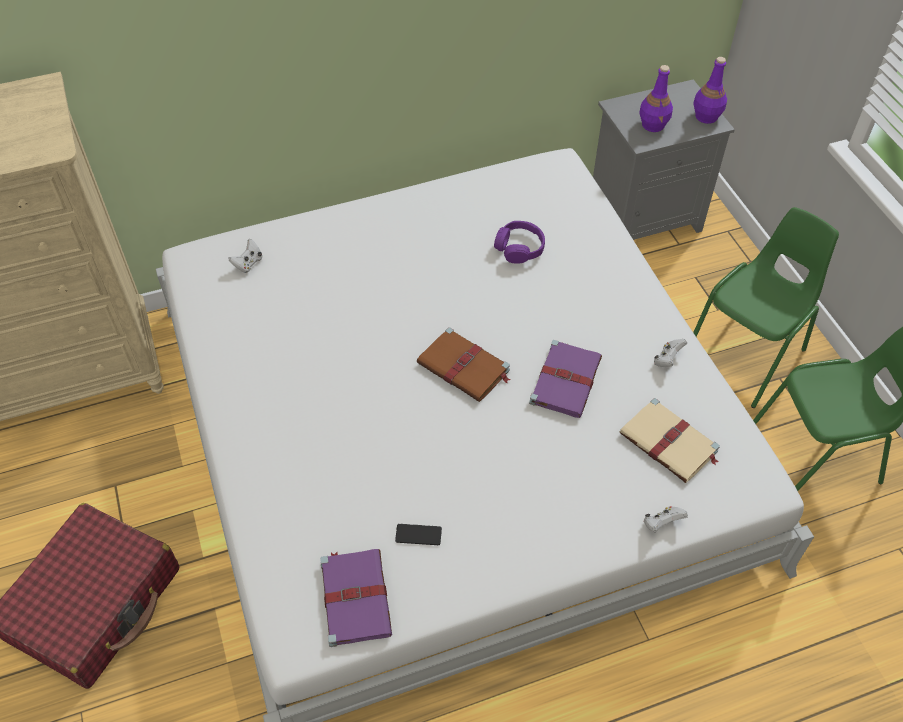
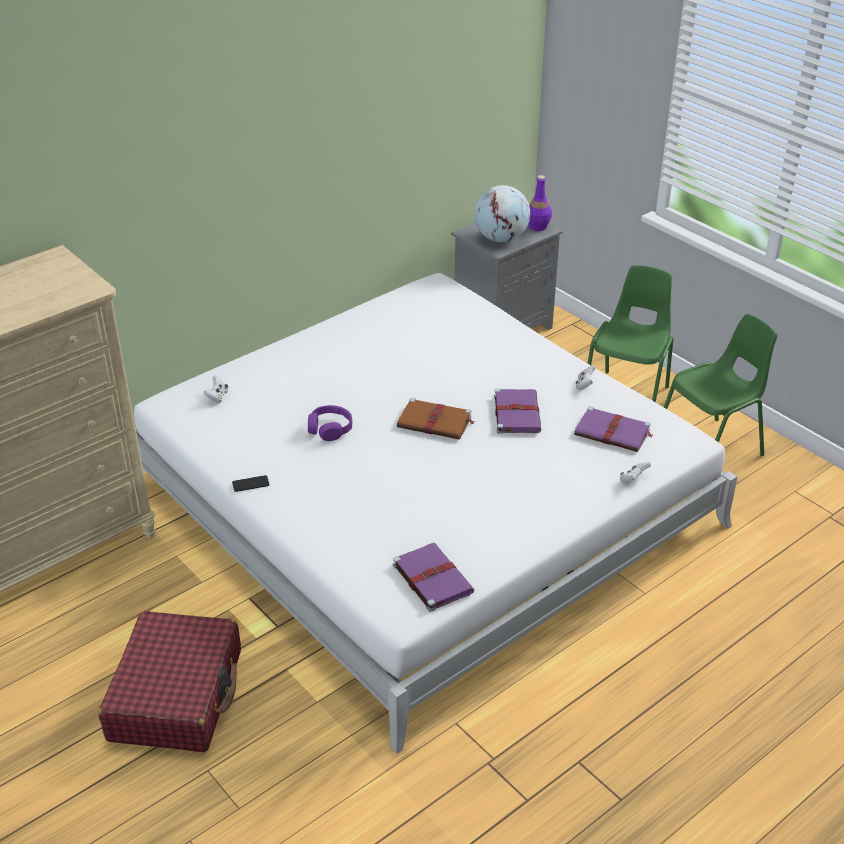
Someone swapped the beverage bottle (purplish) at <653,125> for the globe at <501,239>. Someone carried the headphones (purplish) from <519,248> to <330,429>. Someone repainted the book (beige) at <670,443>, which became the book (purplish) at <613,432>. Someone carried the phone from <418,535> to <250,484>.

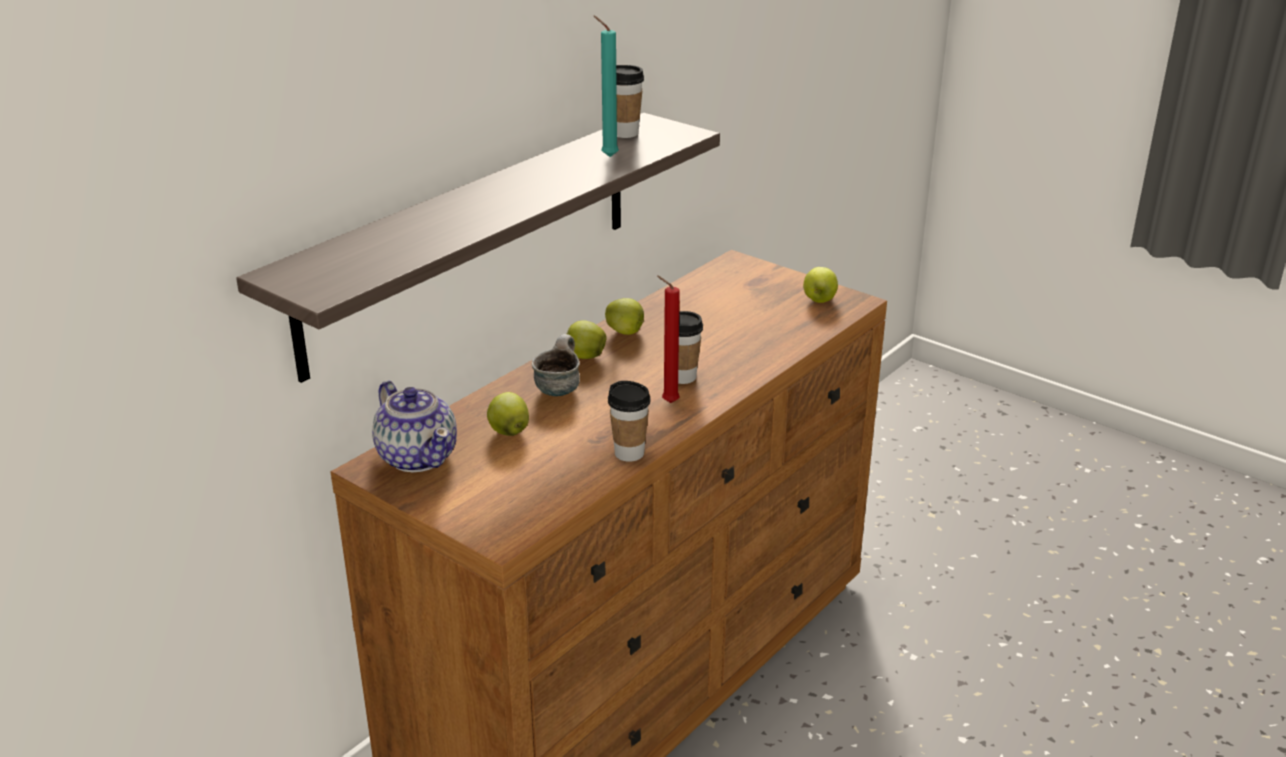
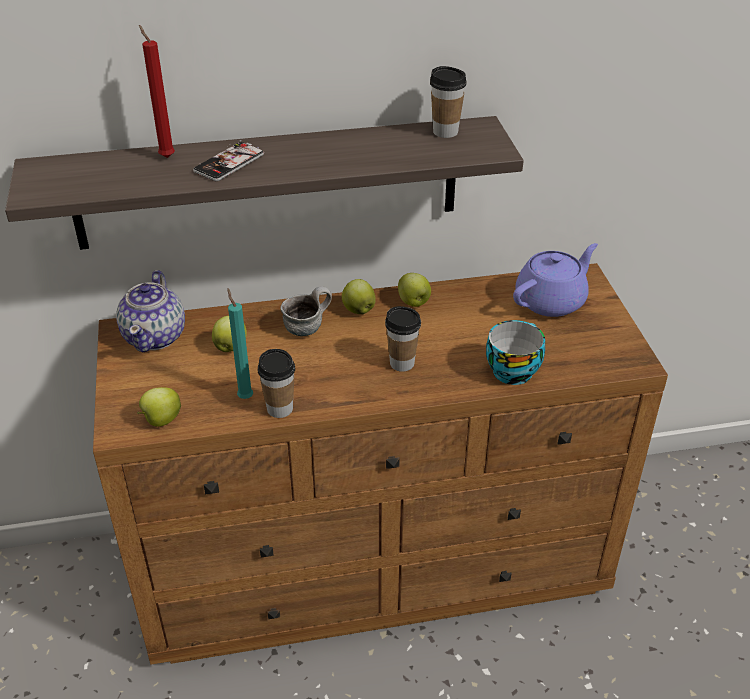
Someone carried the candle (turquoise-coloured) from <607,156> to <244,396>. Someone carried the apple fruit from <819,300> to <161,420>. Someone carried the candle (reddish) from <667,402> to <166,156>. Someone put down the phone at <229,163>. Someone put down the tea pot (purplish) at <551,301>. Someone put down the cup at <512,369>.

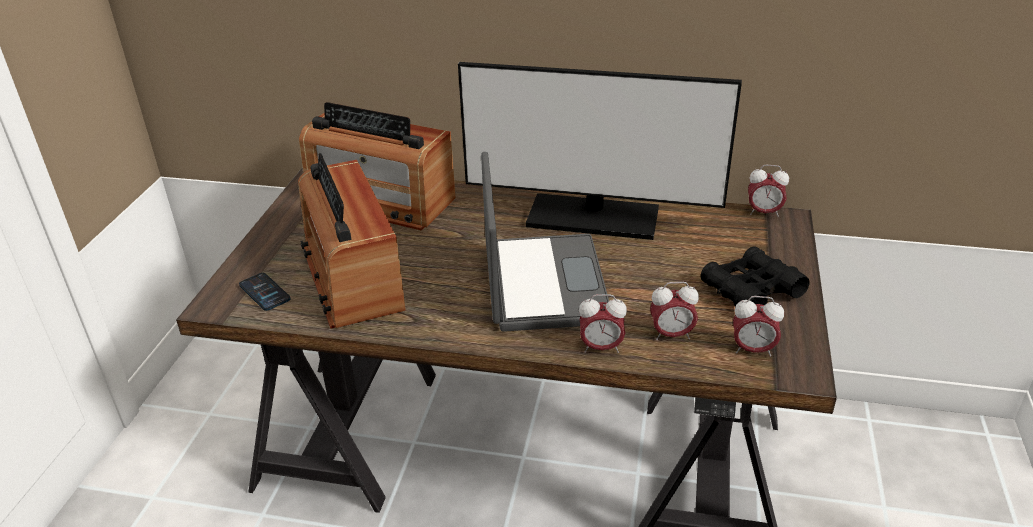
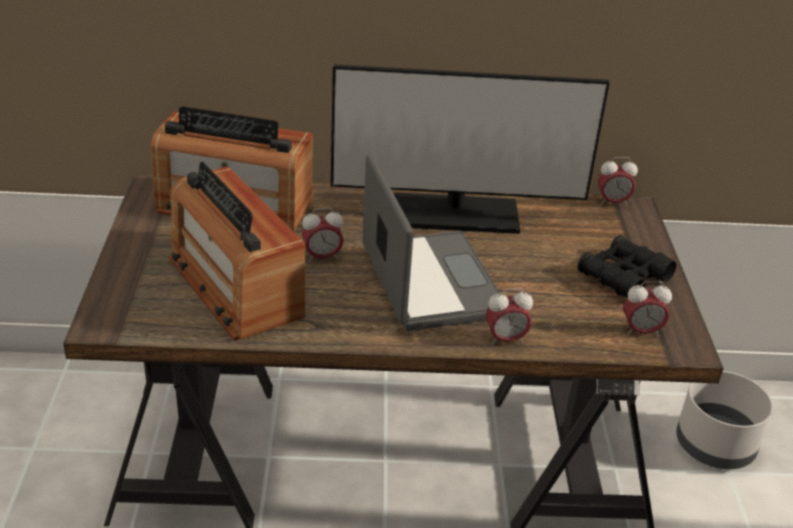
Someone took away the phone at <264,292>. Someone carried the alarm clock from <671,335> to <322,257>. Someone put down the flower pot (grey) at <715,445>.

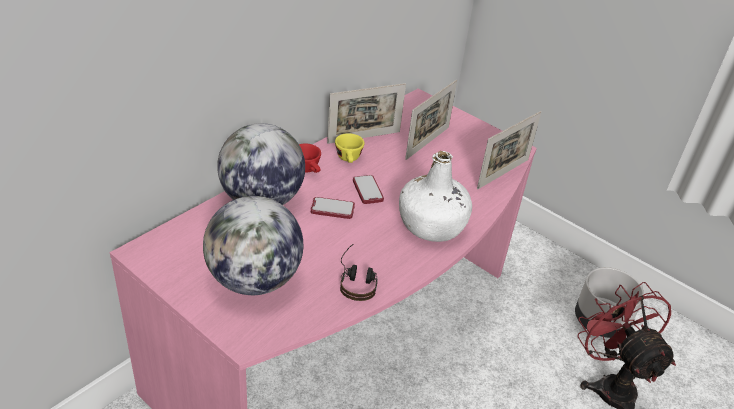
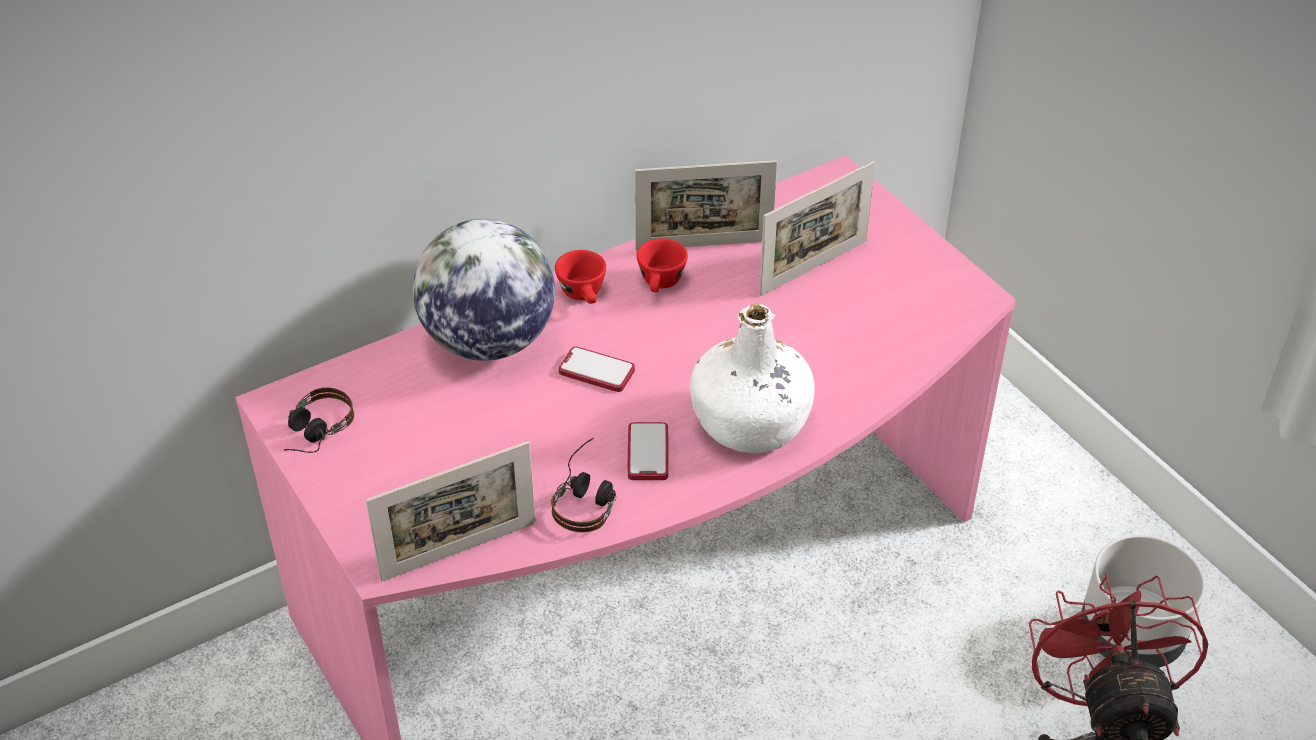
Someone carried the standing frame from <503,174> to <459,551>. Someone repainted the cup (yellow-coloured) at <349,159>, which became the cup (reddish) at <661,284>. Someone carried the phone from <367,190> to <648,453>. Someone took away the globe at <254,280>. Someone put down the headphones at <313,434>.

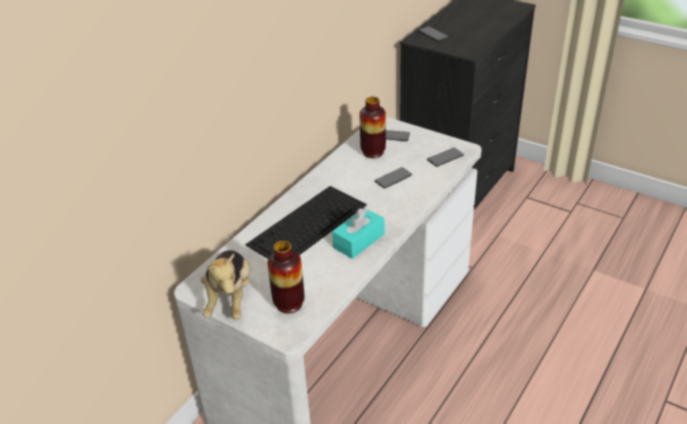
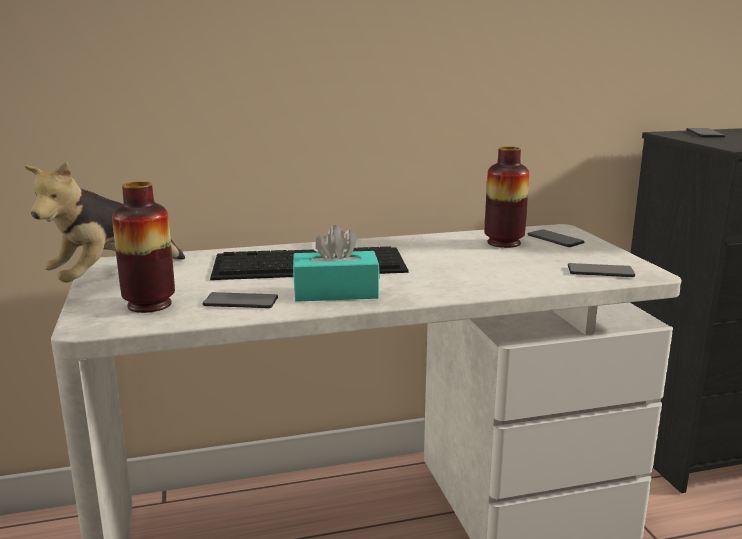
Someone carried the phone from <393,178> to <241,302>.

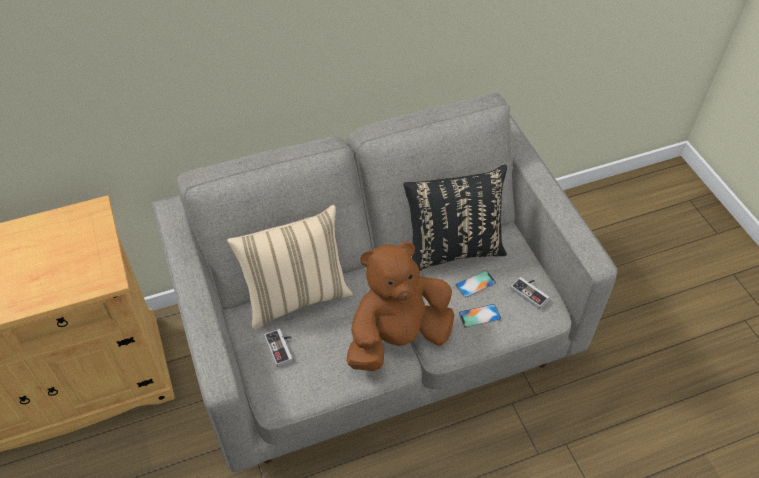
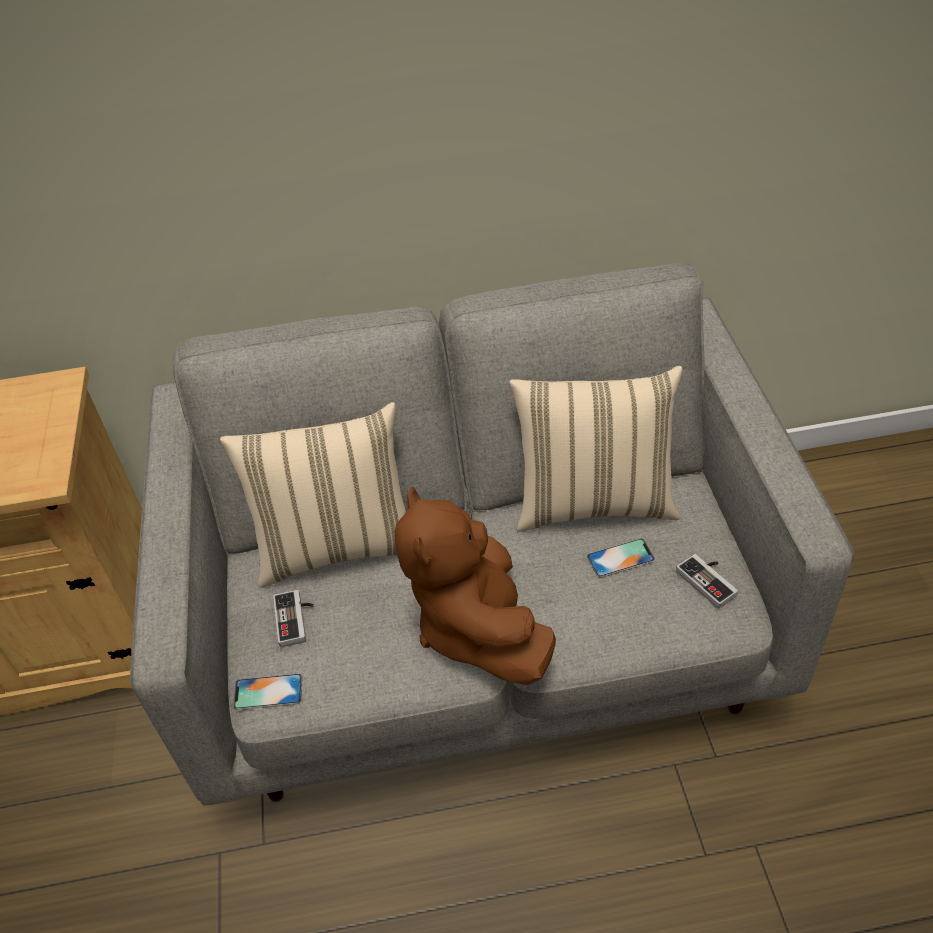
Someone repainted the cushion (black-coloured) at <452,249>, which became the cushion (beige) at <594,502>. Someone rotated the plush toy (brownish) at <397,338> by 90 degrees counterclockwise. Someone carried the phone from <479,316> to <268,692>.

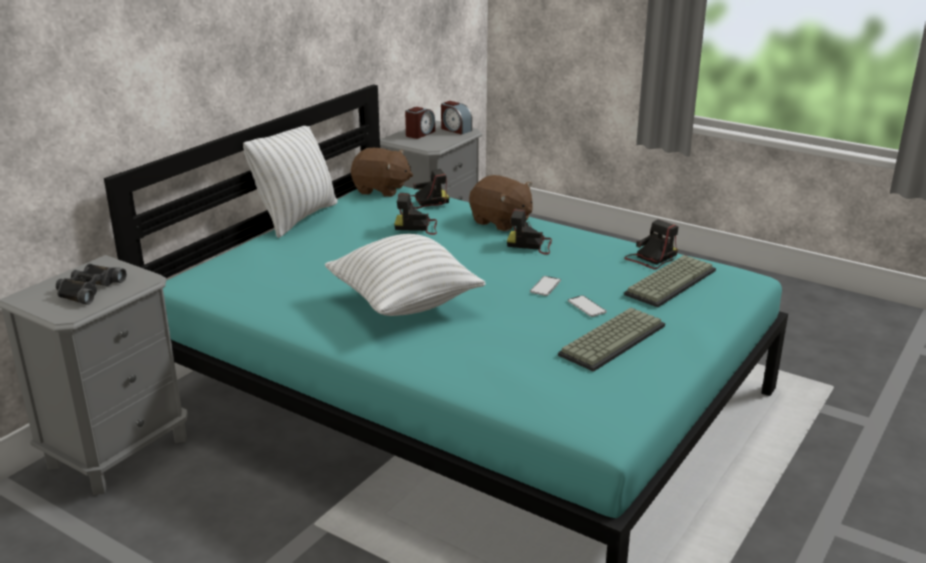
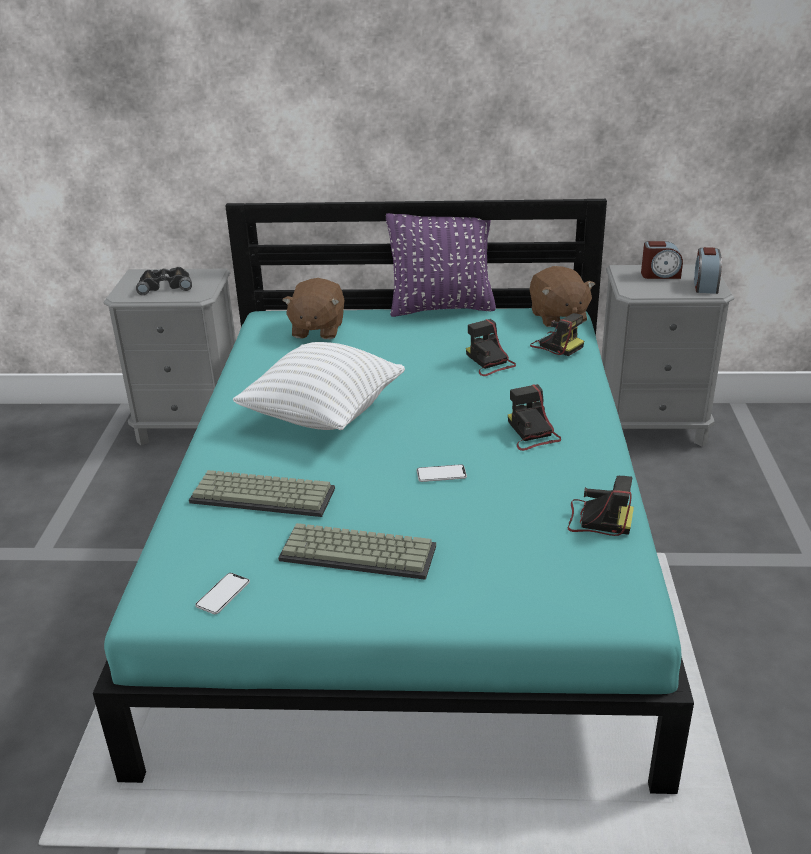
Someone repainted the cushion (white-coloured) at <297,218>, which became the cushion (purplish) at <441,308>. Someone carried the plush toy (brownish) from <501,222> to <317,330>. Someone carried the keyboard from <669,281> to <265,494>. Someone carried the phone from <586,307> to <223,594>.

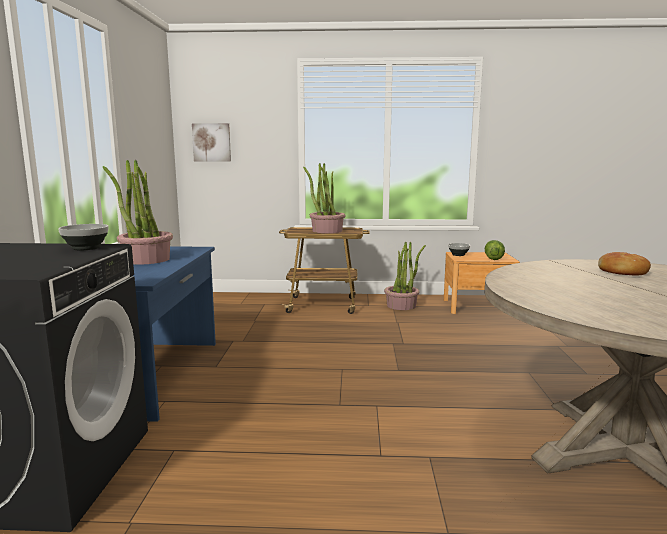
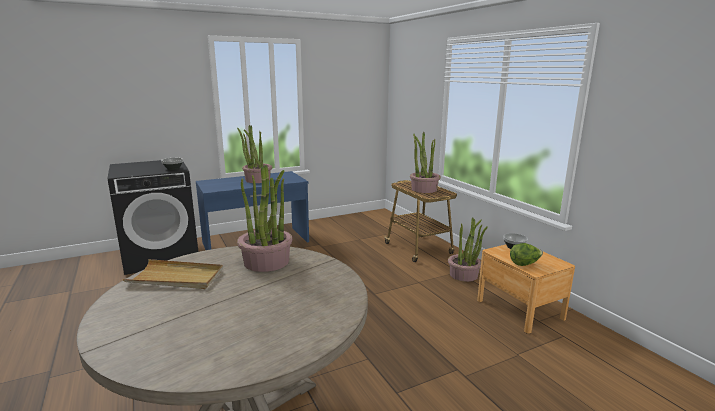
Someone took away the picture at <211,142>. Someone took away the baked bread at <622,272>. Someone put down the houseplant at <266,262>. Someone put down the tray (beige) at <176,277>.

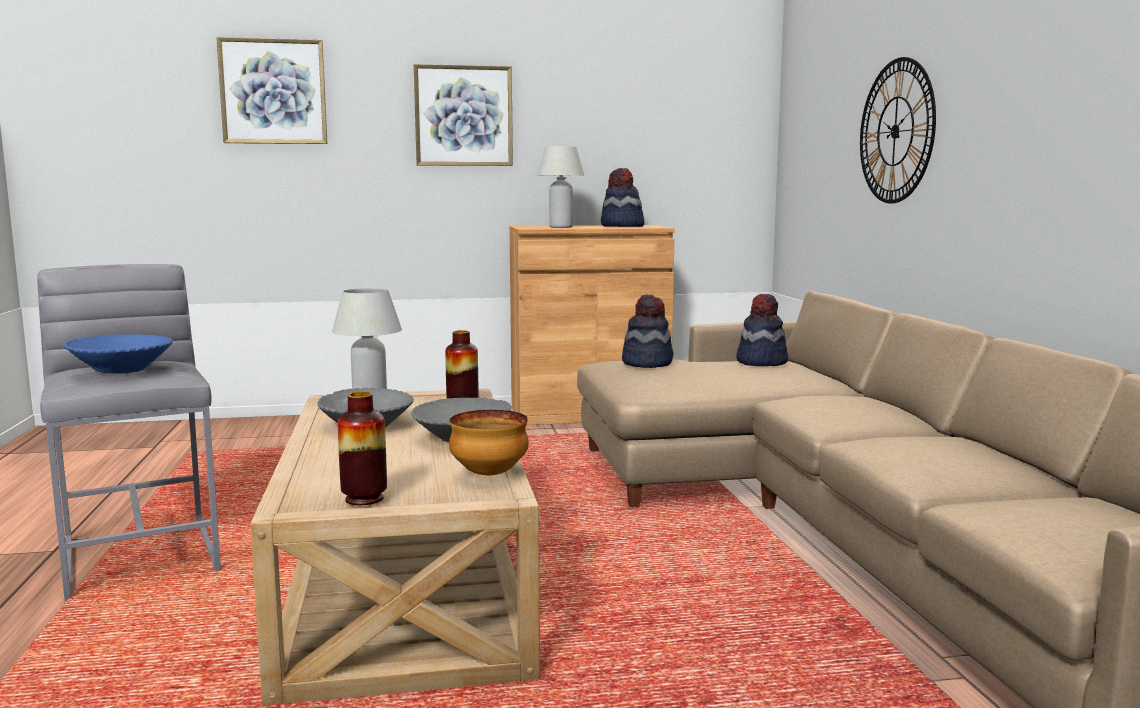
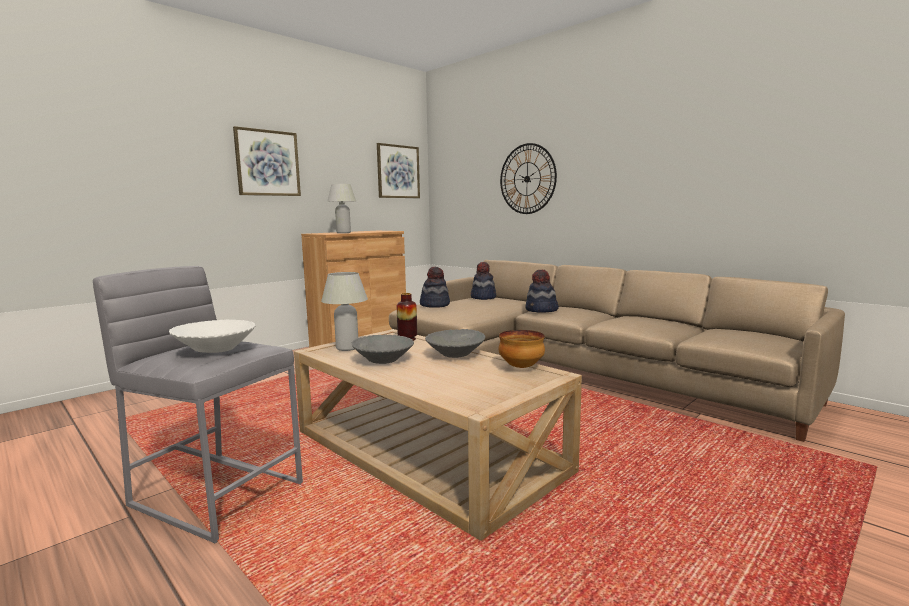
Someone carried the picture from <273,92> to <398,171>. Someone carried the hat from <622,226> to <541,310>. Someone repainted the bowl (bluish) at <122,370>, which became the bowl (white-coloured) at <216,349>. Someone took away the vase at <364,499>.

